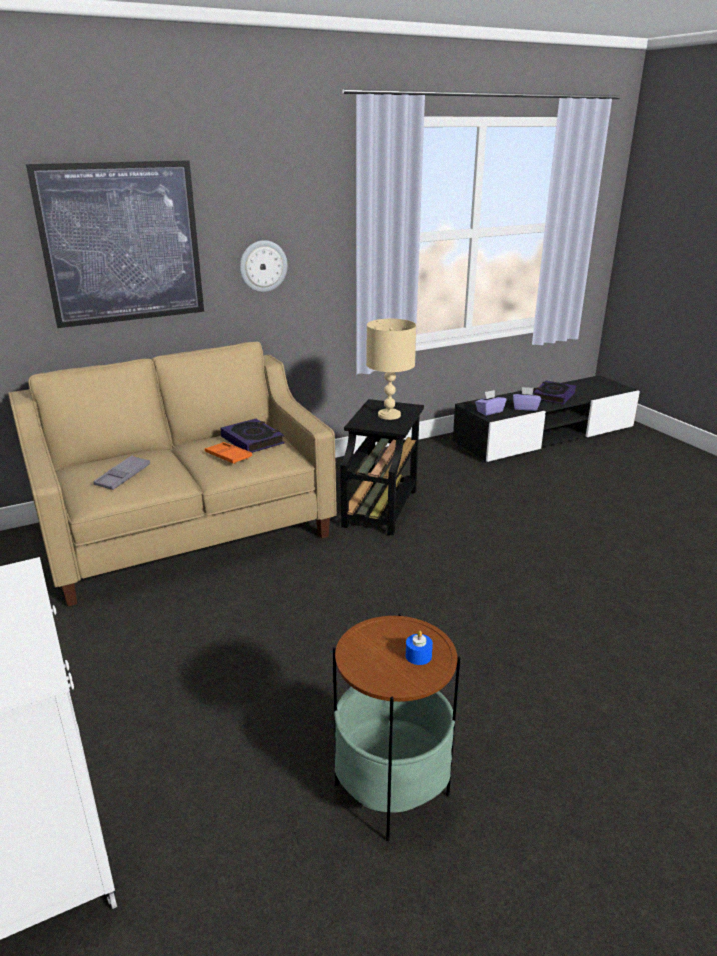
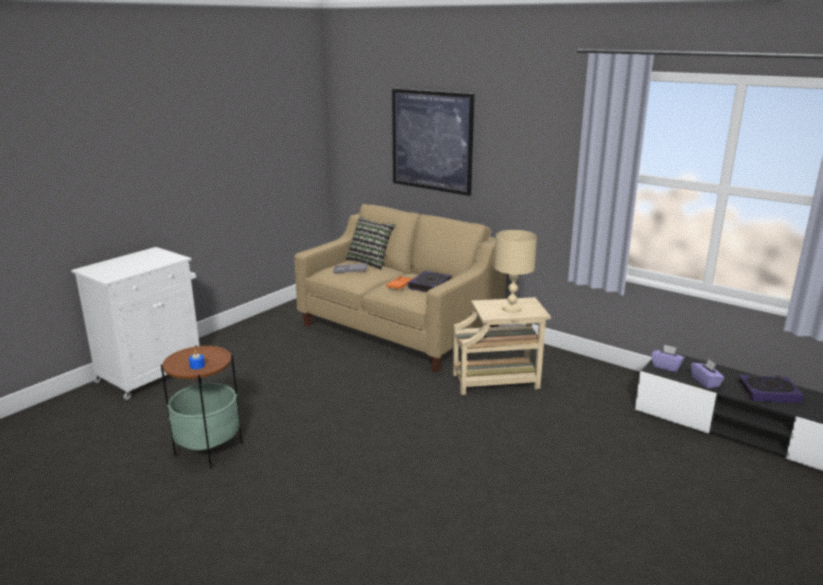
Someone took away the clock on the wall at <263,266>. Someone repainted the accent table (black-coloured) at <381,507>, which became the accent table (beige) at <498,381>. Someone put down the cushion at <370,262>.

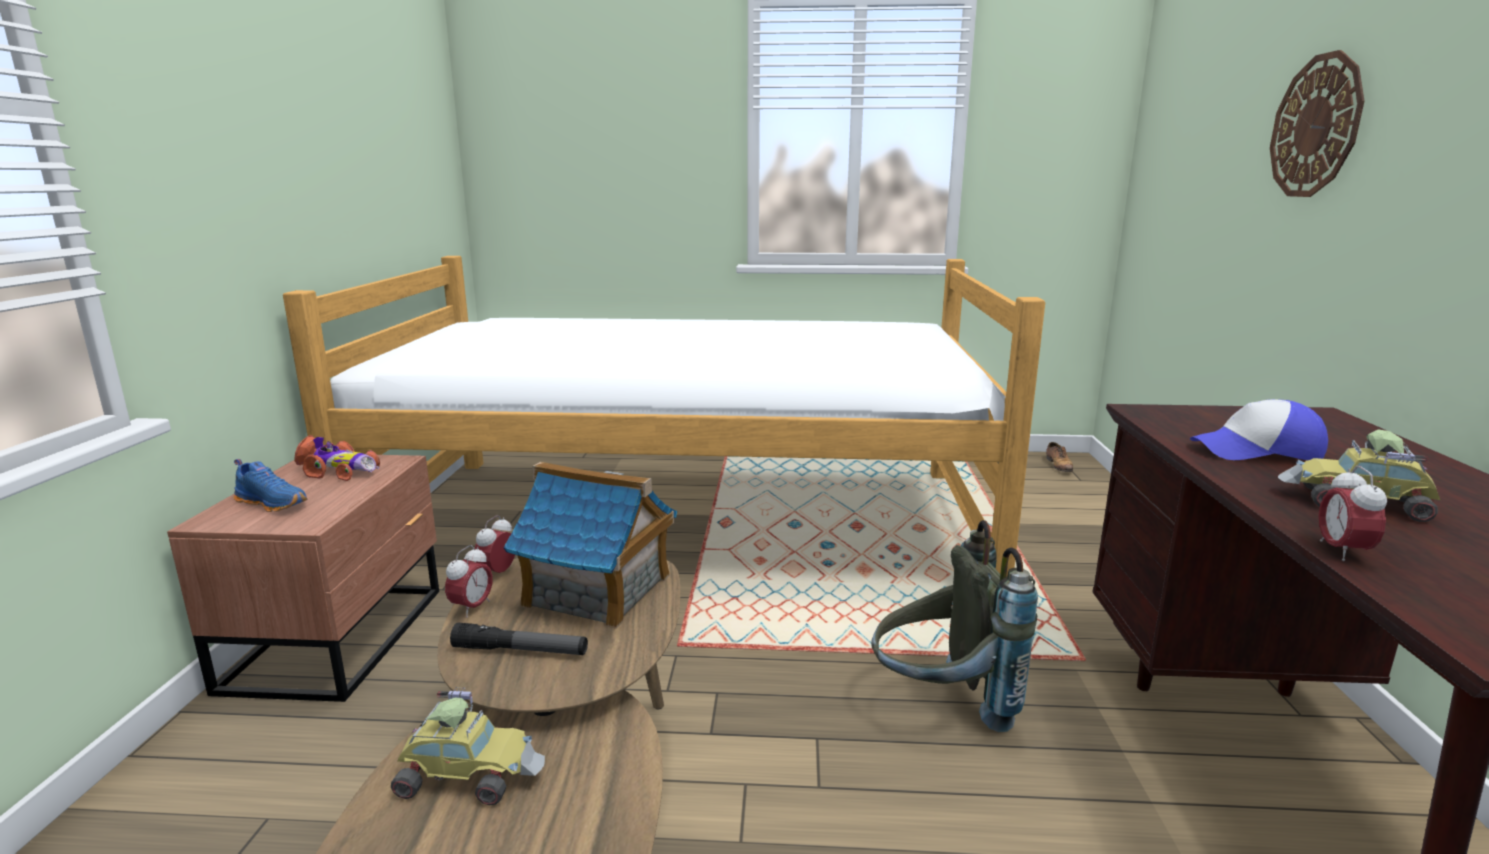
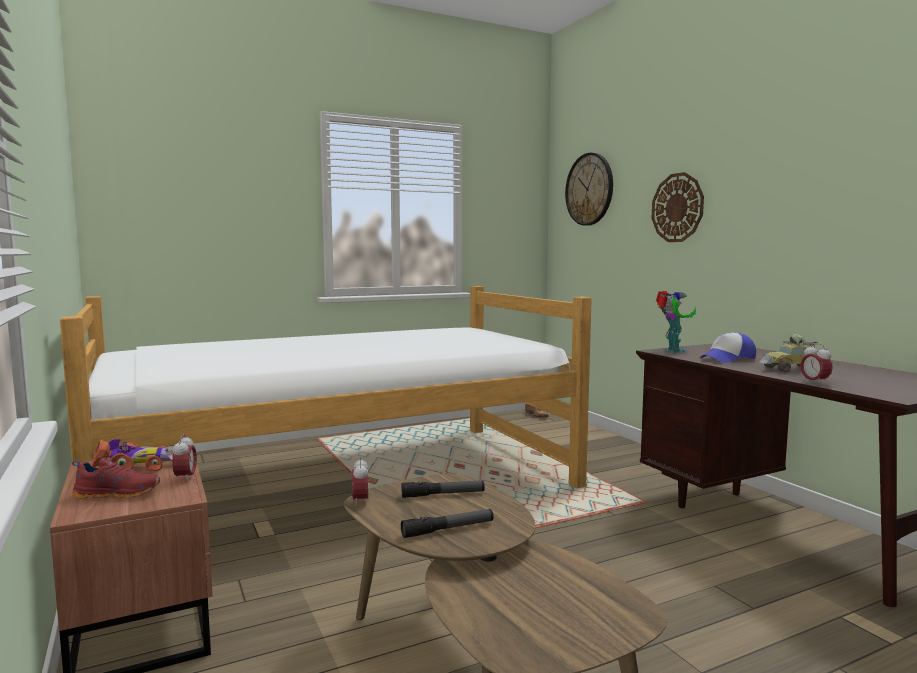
Someone repainted the low shoe (bluish) at <273,503>, which became the low shoe (reddish) at <118,493>. Someone swapped the miniature house at <598,590> for the hand torch at <443,494>. Someone took away the rucksack (grey) at <941,705>. Someone carried the alarm clock from <472,608> to <185,478>. Someone took away the toy car at <468,773>. Someone put up the clock on the wall at <589,189>. Someone put down the robot figure at <673,351>.

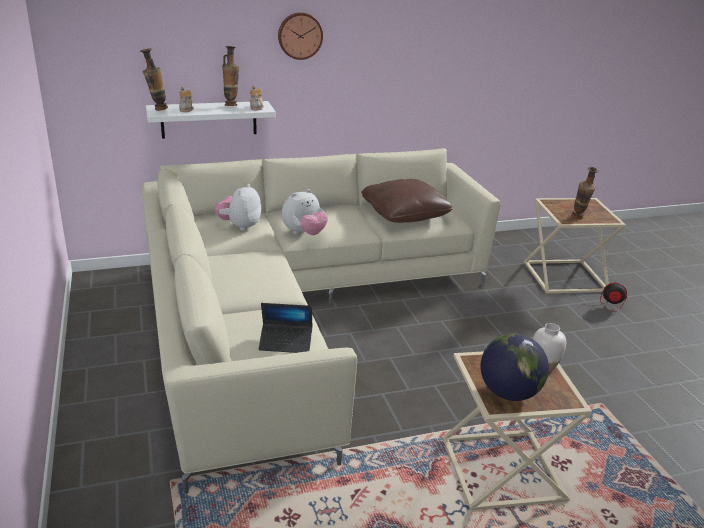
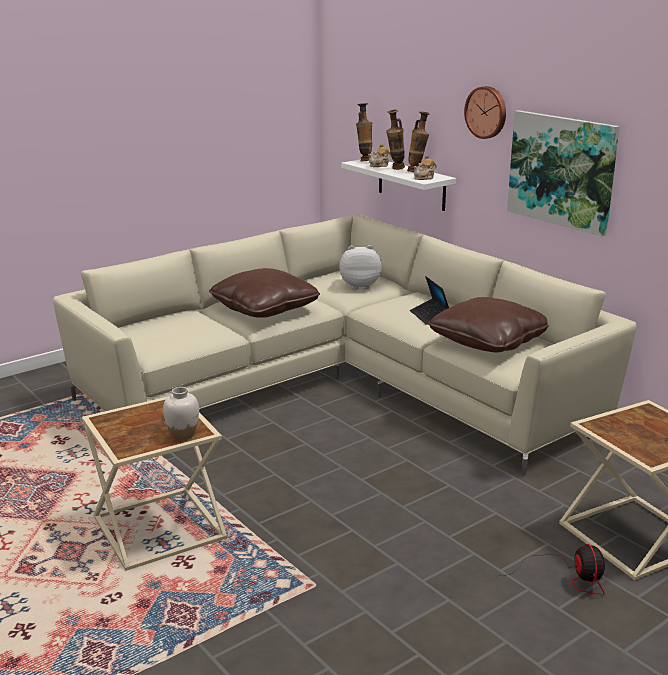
Someone carried the vase from <579,219> to <395,169>. Someone took away the plush toy at <304,234>. Someone carried the laptop from <286,343> to <429,316>. Someone took away the globe at <509,393>. Someone put up the picture at <562,171>. Someone put down the cushion (brownish) at <264,309>.

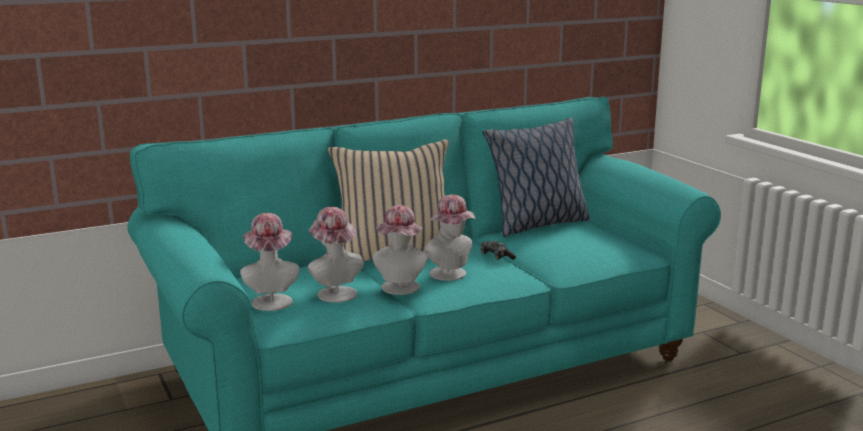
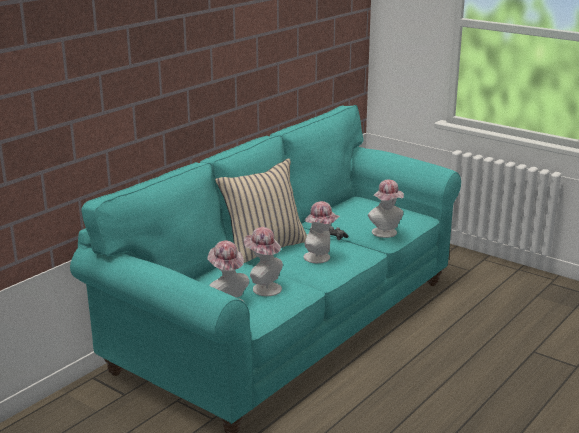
Someone took away the cushion at <537,225>. Someone carried the hat from <400,289> to <386,234>.

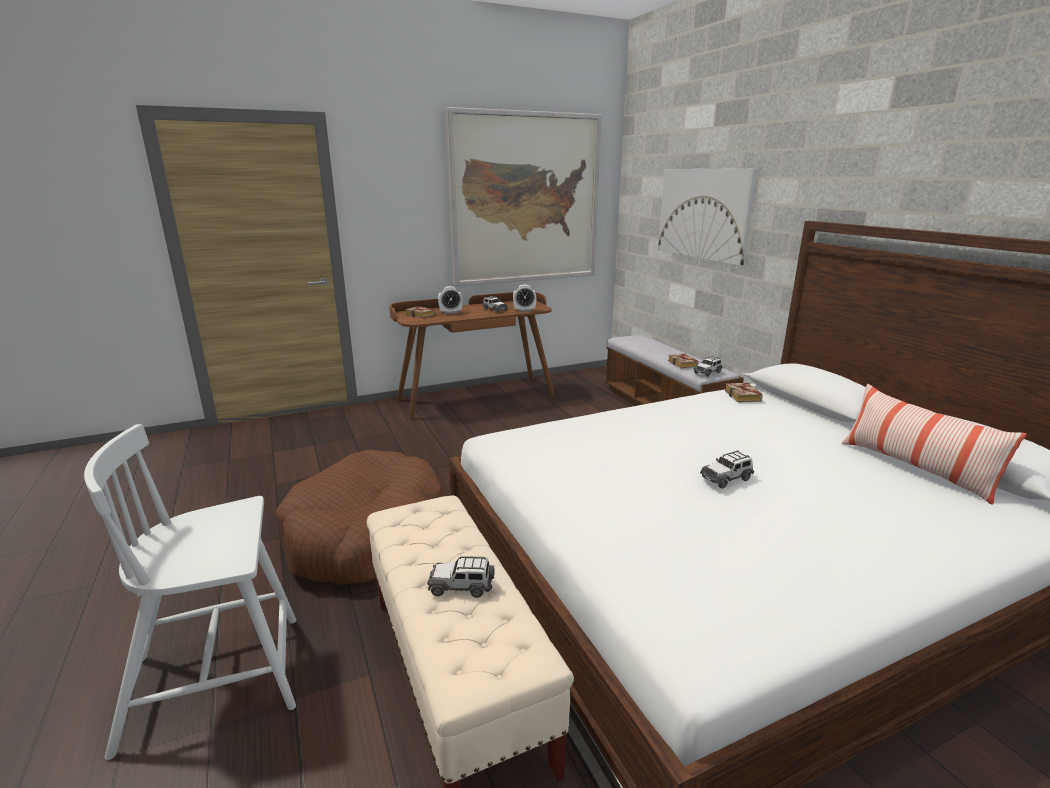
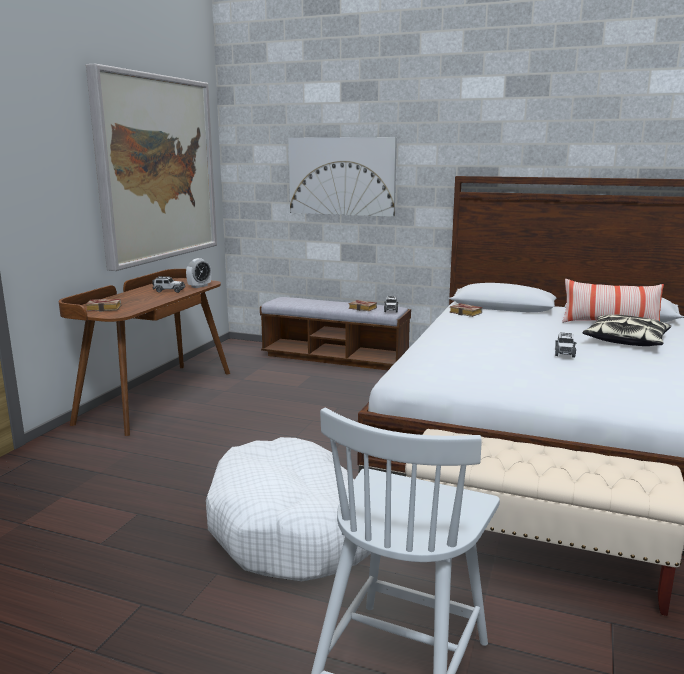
Someone took away the alarm clock at <450,312>. Someone repainted the dog bed (brownish) at <366,534>, which became the dog bed (white-coloured) at <292,529>. Someone took away the toy car at <461,586>. Someone put down the cushion at <626,340>.

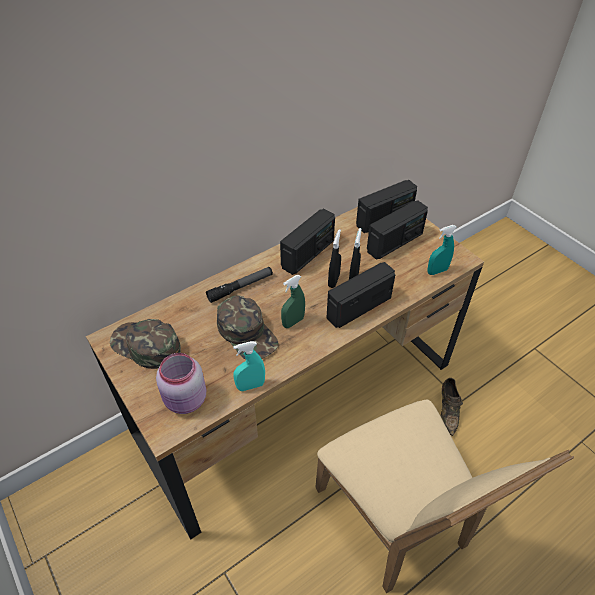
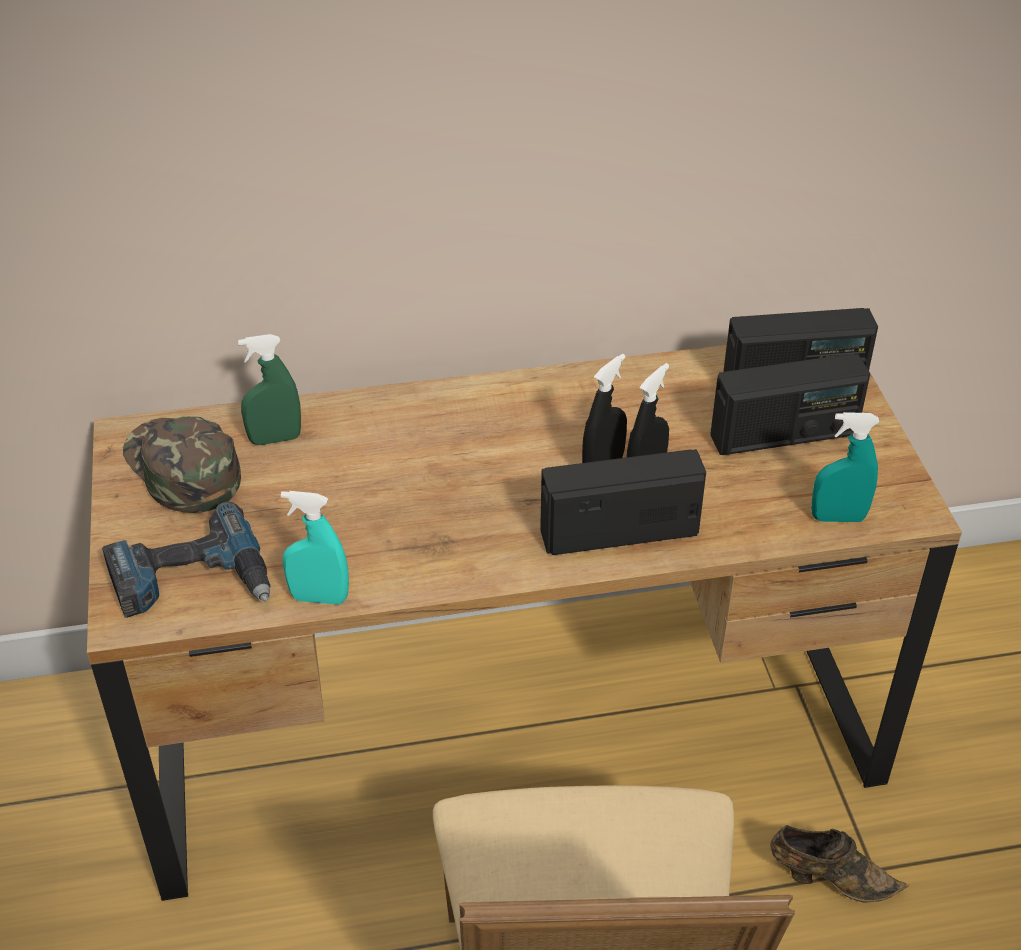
Someone took away the radio at <308,254>. Someone took away the hand torch at <240,287>. Someone carried the spray bottle (green-coloured) from <293,322> to <275,439>. Someone took away the baseball cap (green-coloured) at <247,333>. Someone swapped the jar (pink) at <186,401> for the electric drill at <192,582>. Someone rotated the low shoe (brownish) at <448,411> by 105 degrees counterclockwise.

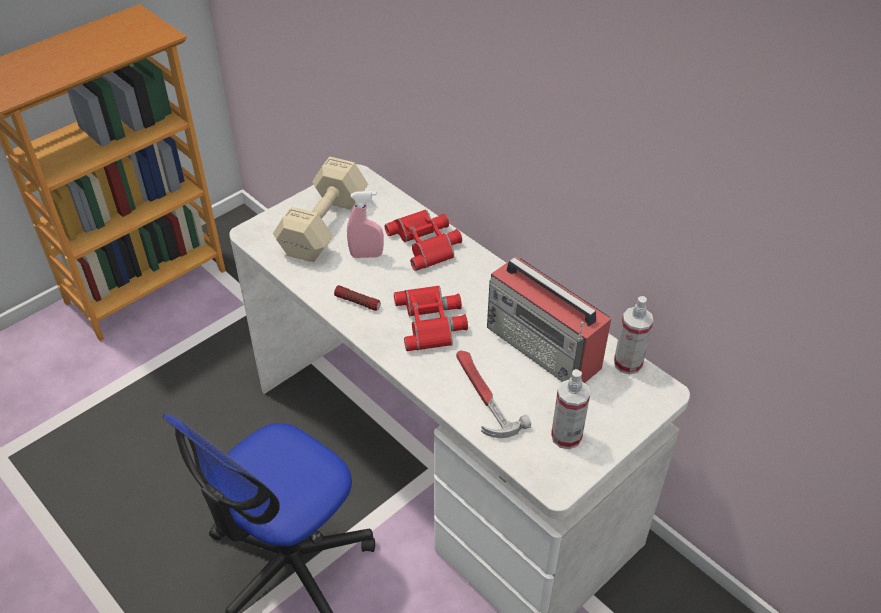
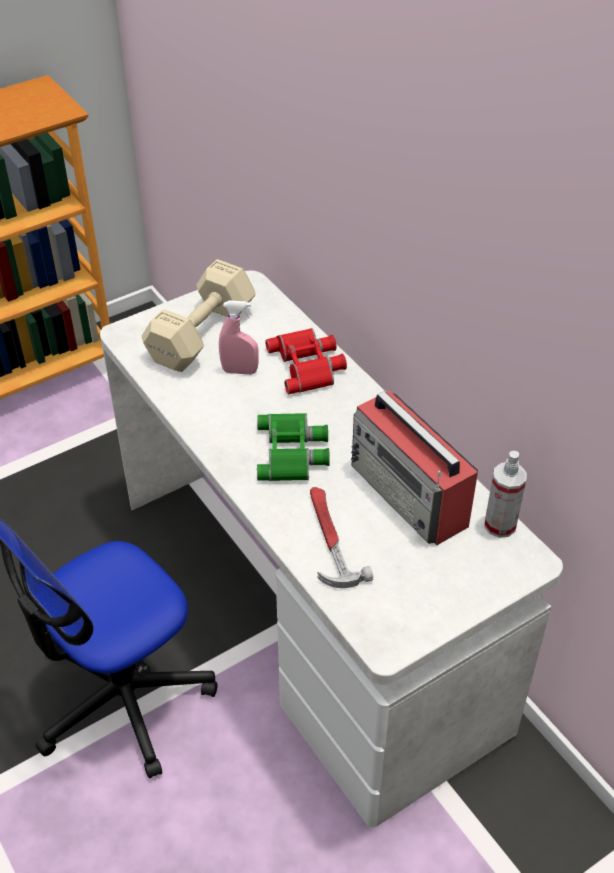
Someone took away the hand torch at <357,302>. Someone repainted the pair of binoculars (reddish) at <432,322>, which became the pair of binoculars (green-coloured) at <293,452>. Someone took away the spray bottle at <566,436>.

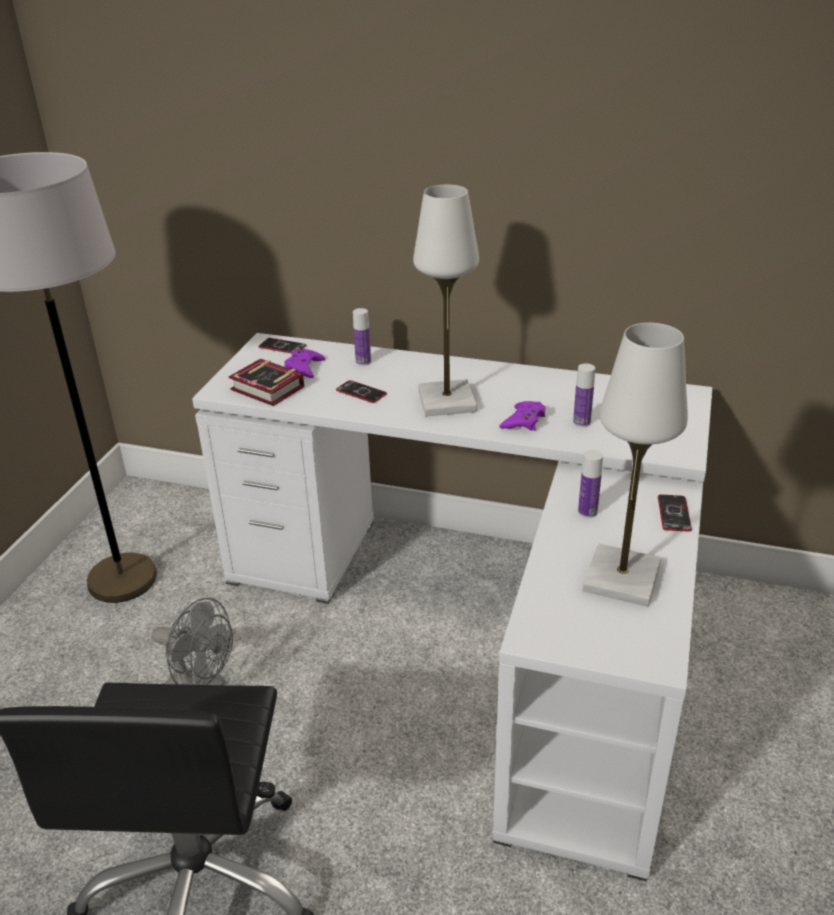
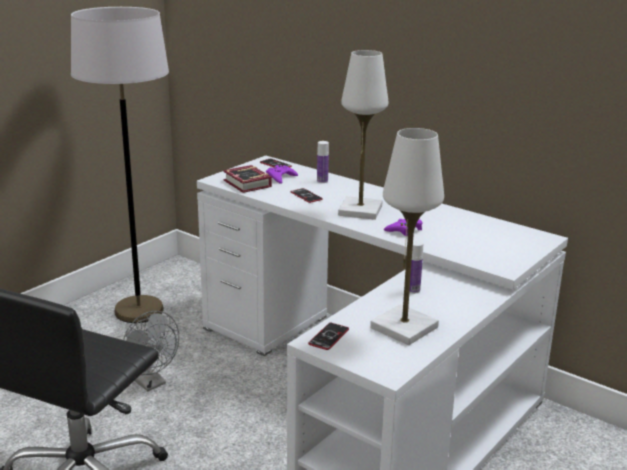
Someone took away the beverage bottle at <581,422>. Someone carried the phone from <674,514> to <328,337>.

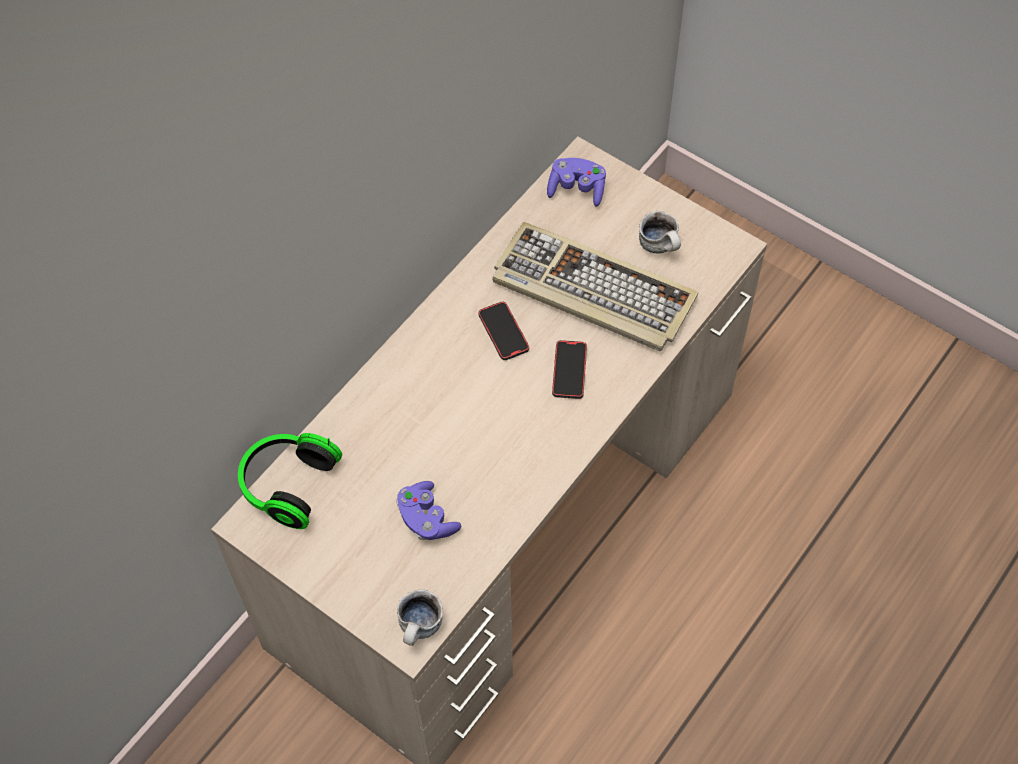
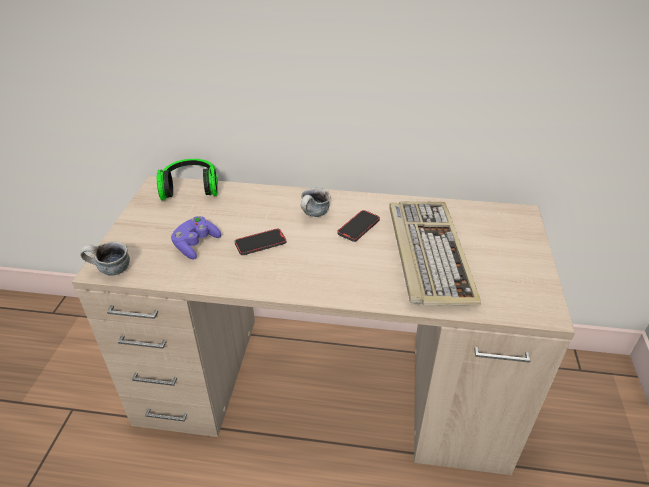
Someone took away the joypad (purplish) at <577,189>. Someone carried the tea mug from <661,247> to <314,215>. Someone carried the phone from <569,371> to <260,243>.

